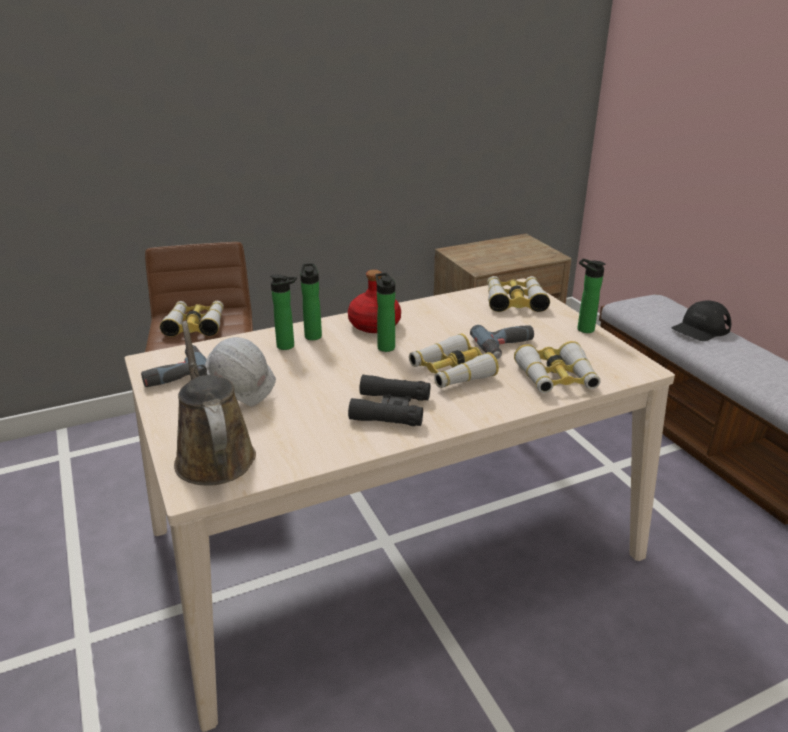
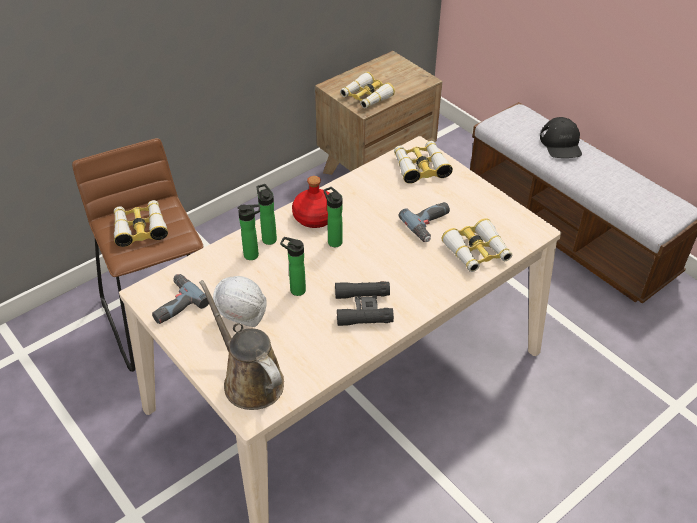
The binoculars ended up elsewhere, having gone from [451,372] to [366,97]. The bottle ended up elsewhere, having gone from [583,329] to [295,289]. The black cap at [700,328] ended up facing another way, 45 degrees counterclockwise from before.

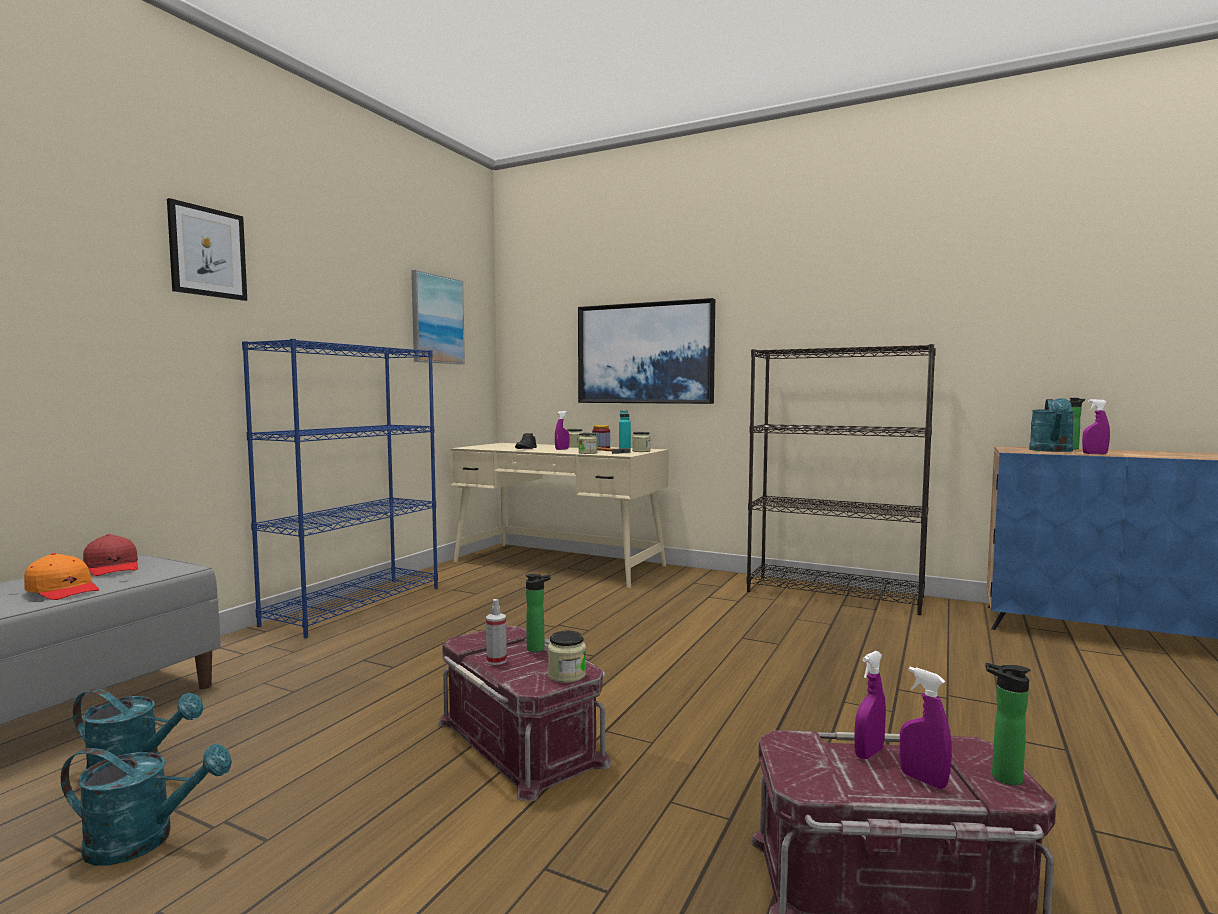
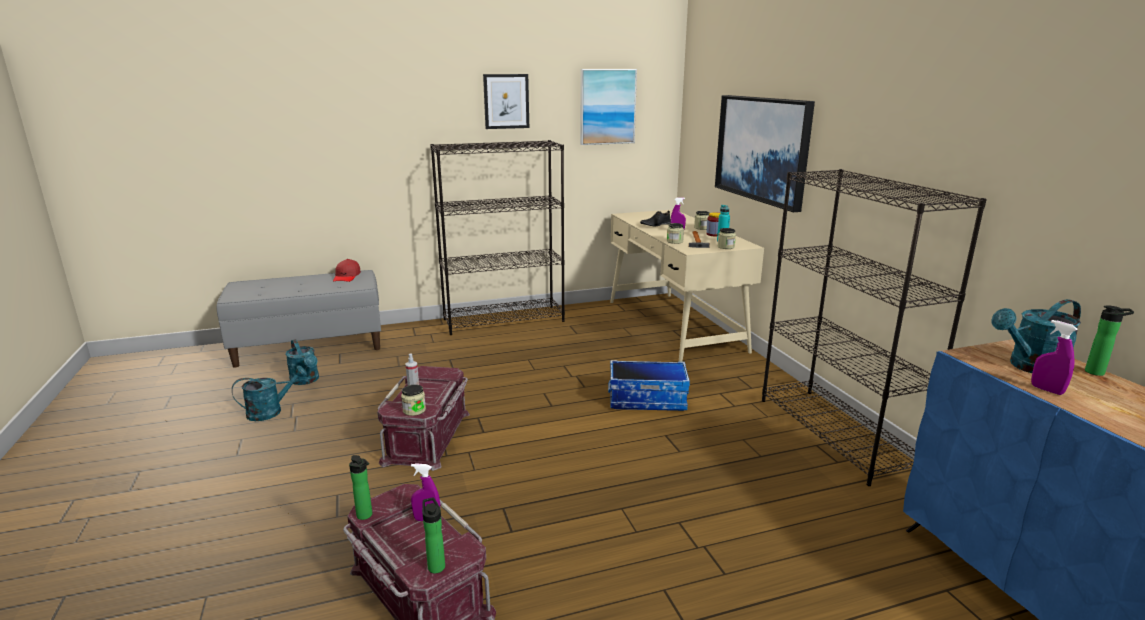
The second view lost the orange cap at [63,590]. The turquoise watering can at [144,841] ended up facing another way, 75 degrees counterclockwise from before. The picture ended up elsewhere, having gone from [207,252] to [506,101]. What was the blue bookcase at [355,605] turned into the black bookcase at [504,320]. The bottle ended up elsewhere, having gone from [538,649] to [366,516]. The second view lost the purple spray bottle at [923,780]. The second view gained the storage box at [647,399].

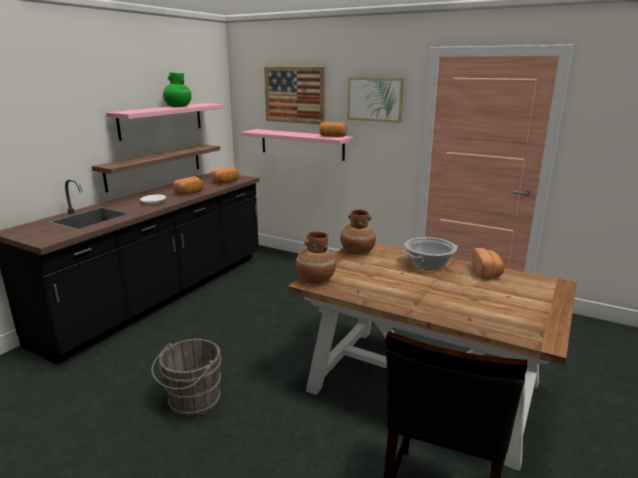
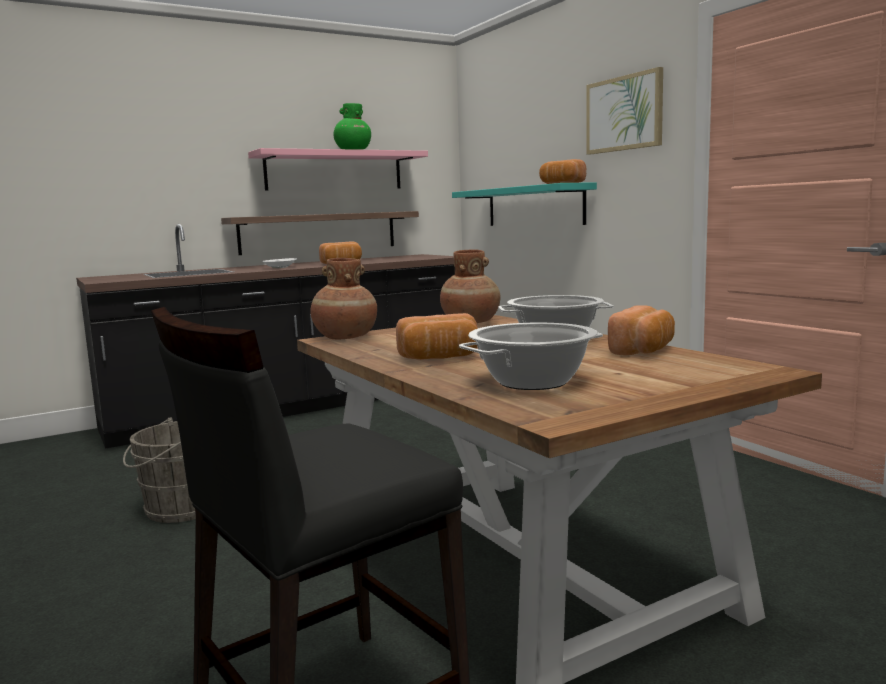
The bread ended up elsewhere, having gone from [226,182] to [440,358]. What was the pink shelf at [302,144] turned into the turquoise shelf at [534,206]. The second view lost the picture at [294,95]. The second view gained the cooking pot at [533,382].

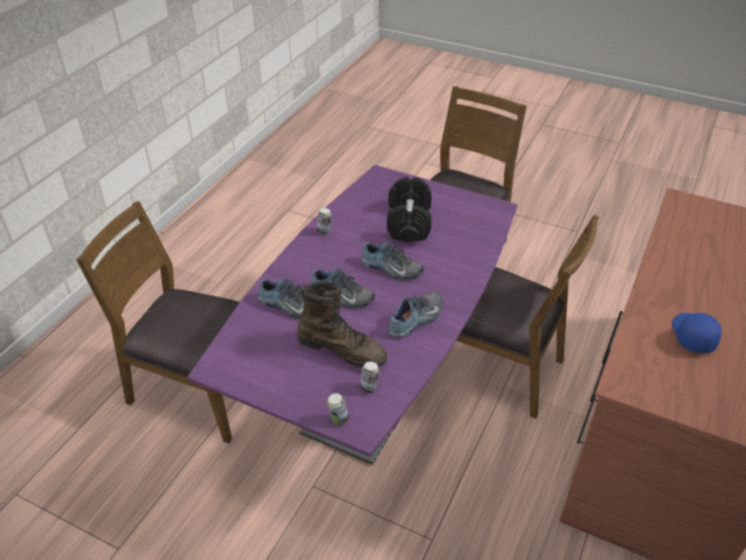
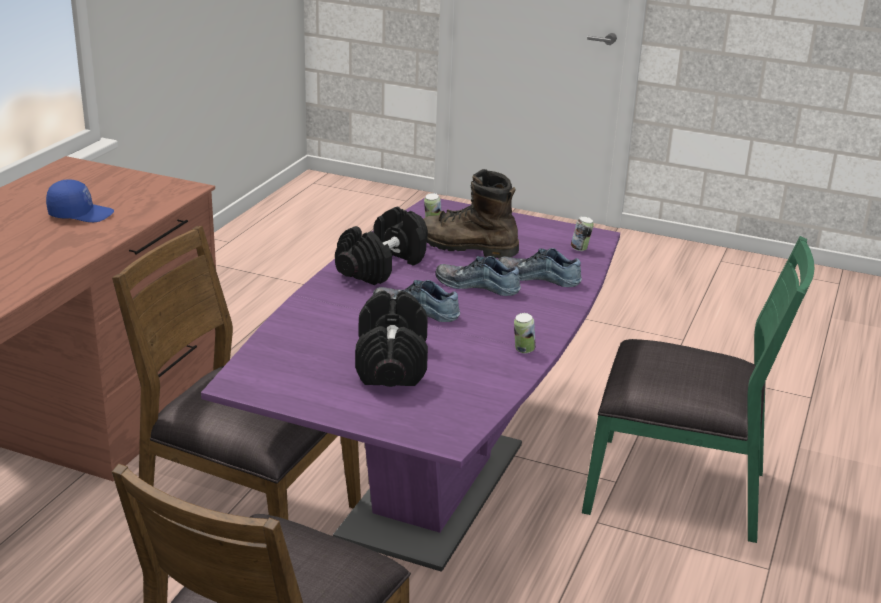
What was the brown chair at [199,387] turned into the green chair at [677,489]. The can ended up elsewhere, having gone from [338,419] to [580,249]. Where the shoe stood at [417,319], the black dumbbell came to stand at [382,267]. The blue cap at [692,335] ended up facing another way, 90 degrees counterclockwise from before.

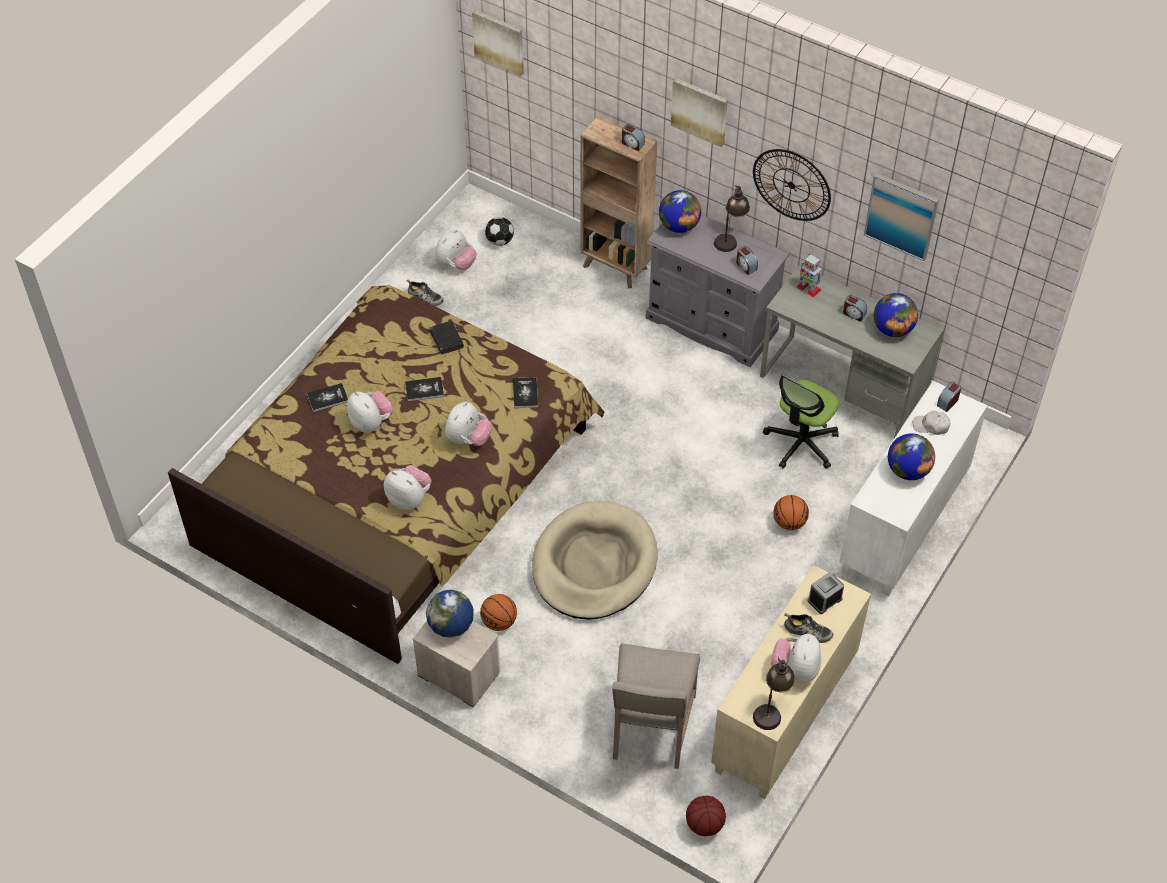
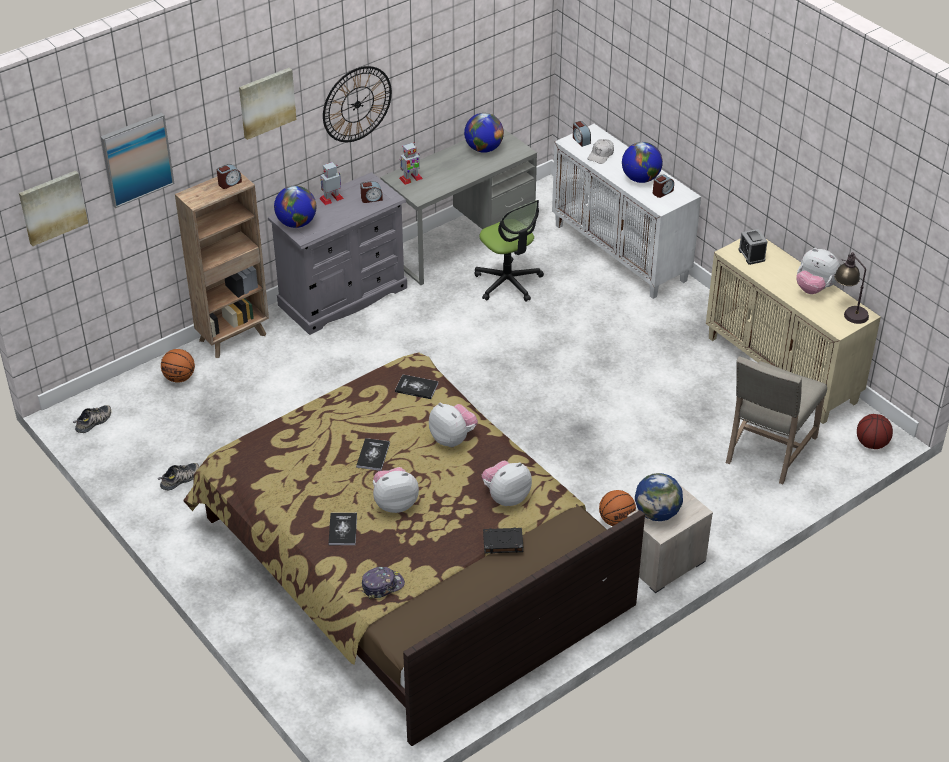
The black book ended up elsewhere, having gone from [446,339] to [502,542]. The second view lost the plush toy at [456,264]. The second view lost the football at [500,241]. The second view lost the beige dog bed at [594,564]. The beige chair at [651,729] ended up facing another way, 90 degrees clockwise from before. Where the table lamp stood at [730,238], the toy robot came to stand at [331,198]. The basketball ended up elsewhere, having gone from [789,522] to [179,378]. The shoe ended up elsewhere, having gone from [807,632] to [94,422]. The alarm clock ended up elsewhere, having gone from [854,314] to [662,192]. The picture ended up elsewhere, having gone from [901,215] to [137,159]. The second view gained the cap at [382,586].

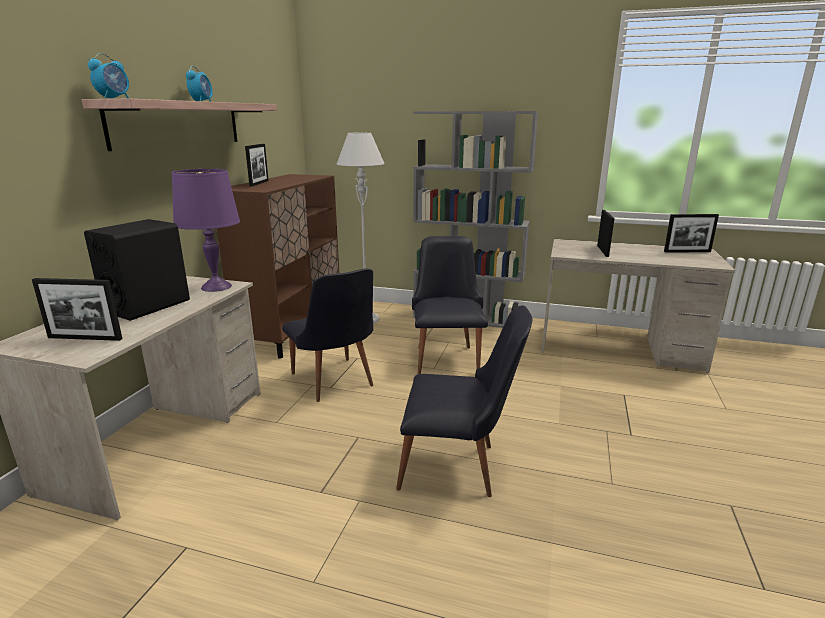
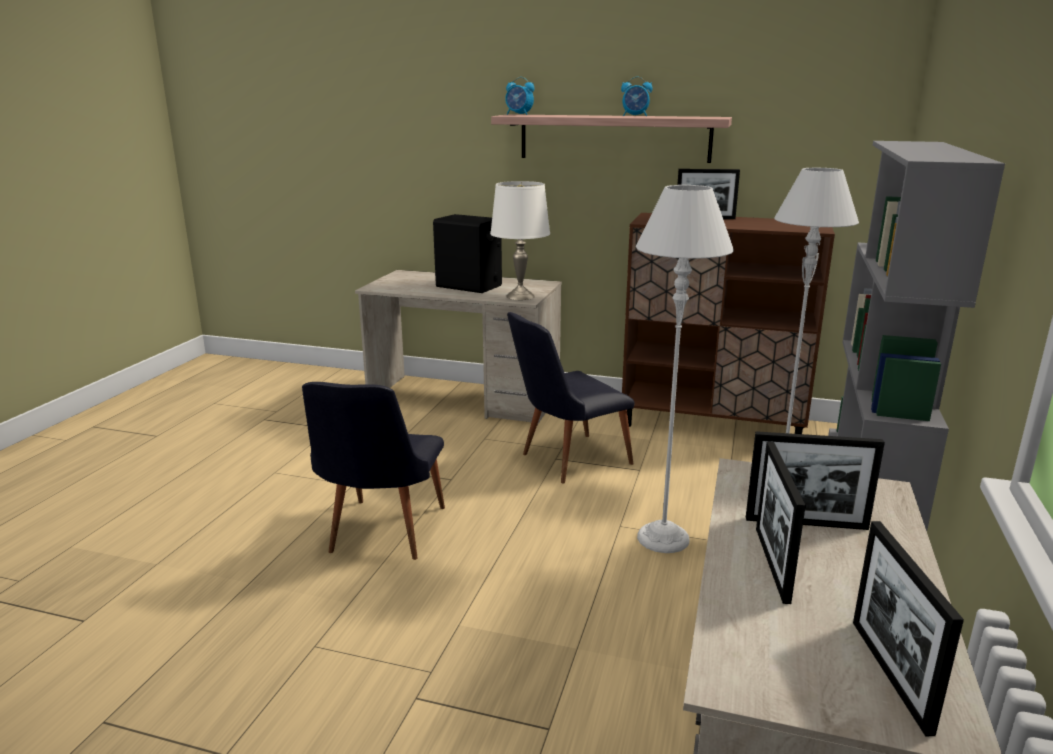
The picture frame ended up elsewhere, having gone from [85,338] to [772,563]. What was the purple table lamp at [216,287] turned into the white table lamp at [520,296]. Where the black chair stood at [446,356], the grey floor lamp came to stand at [663,538].

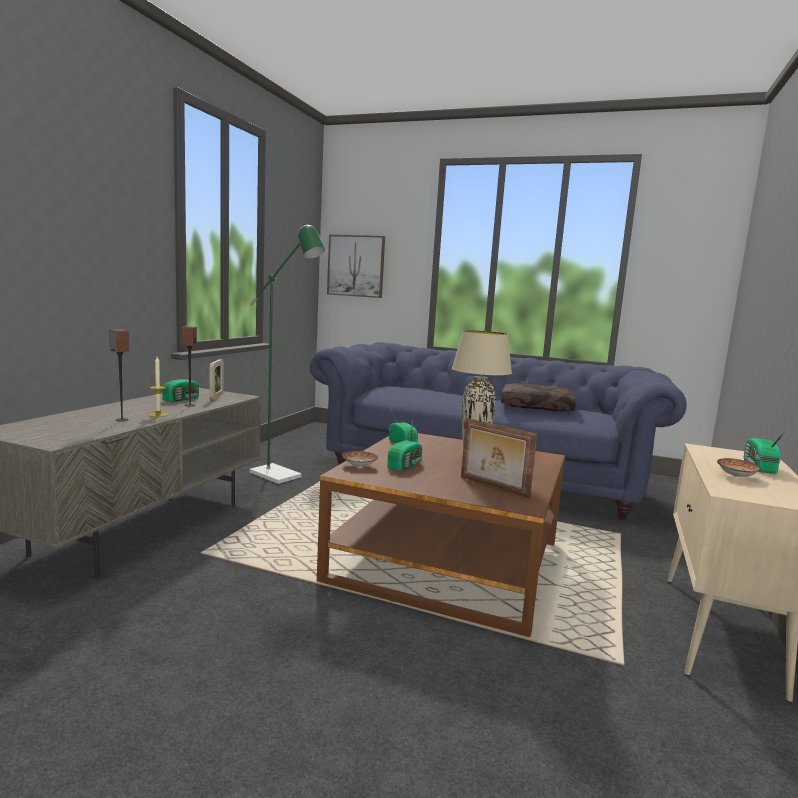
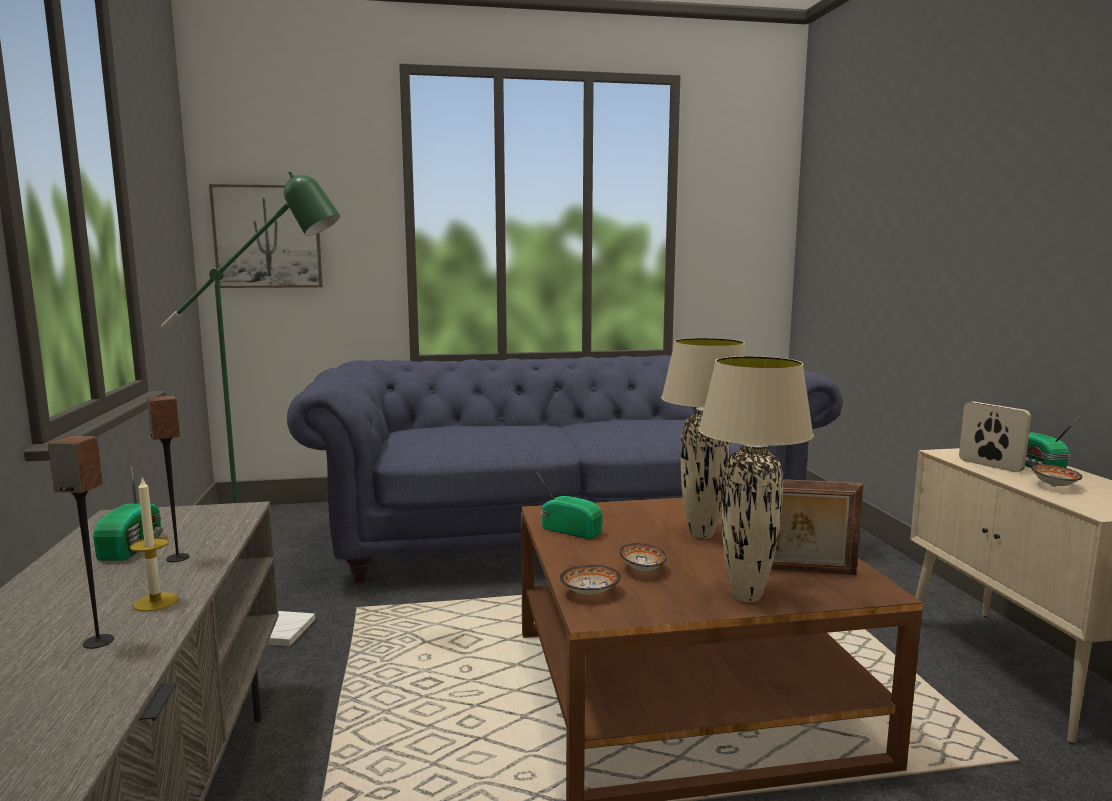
The picture frame ended up elsewhere, having gone from [216,396] to [990,465]. Where the radio stood at [406,465], the bowl came to stand at [642,569]. The second view lost the brown pillow at [537,406]. The second view gained the beige table lamp at [746,597].

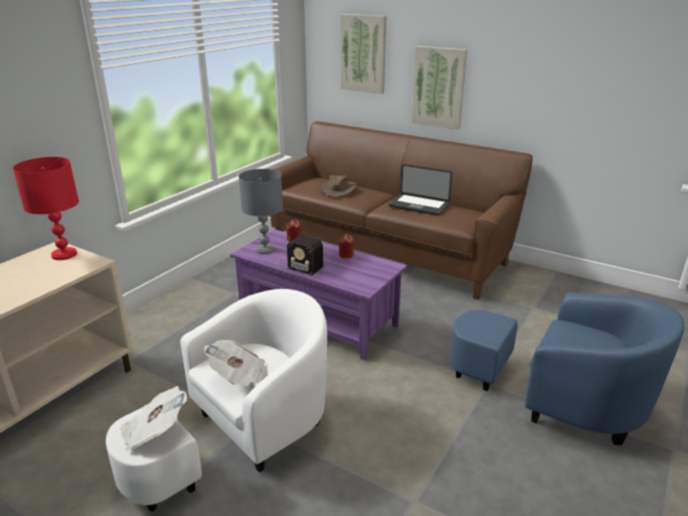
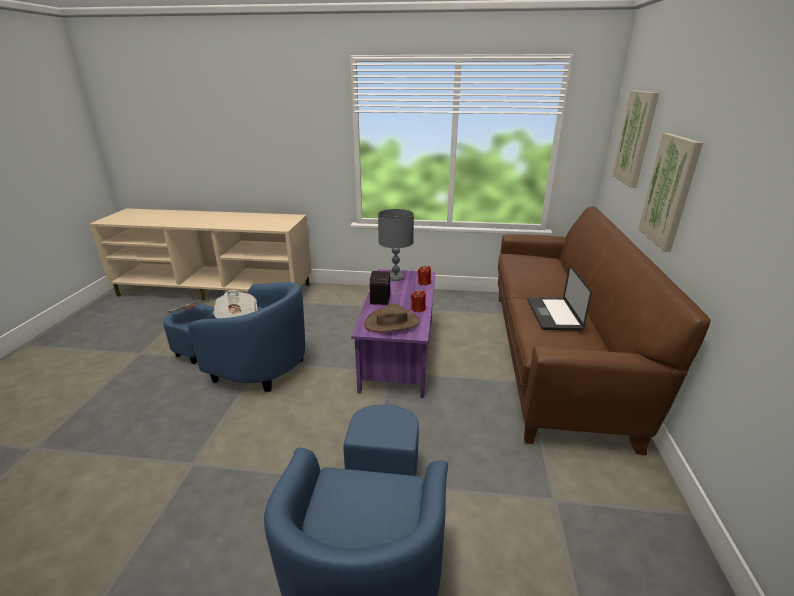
The second view lost the red table lamp at [63,255]. What was the white armchair at [242,435] turned into the blue armchair at [246,364]. The brown hat ended up elsewhere, having gone from [337,189] to [392,323].

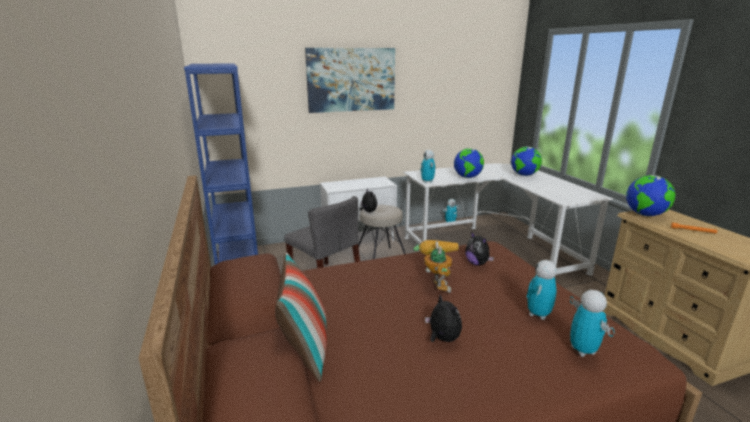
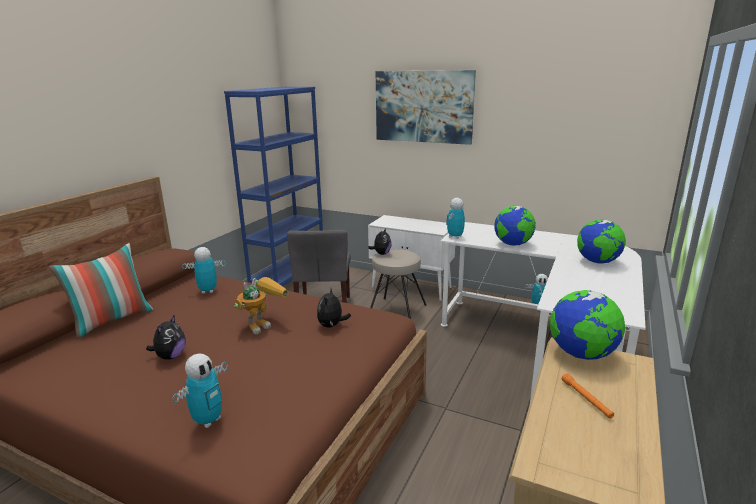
The toy robot ended up elsewhere, having gone from [538,314] to [208,291].

